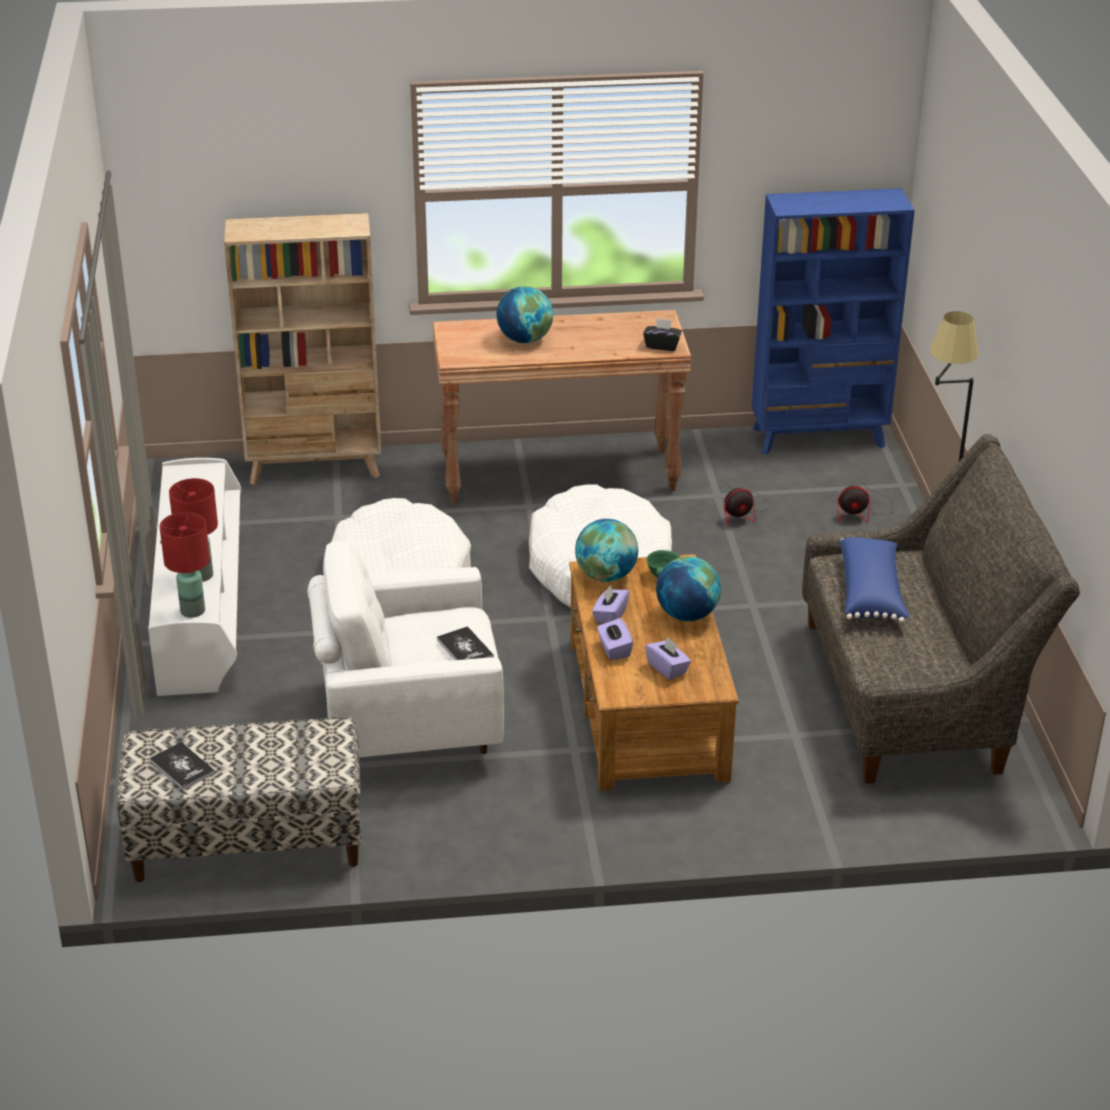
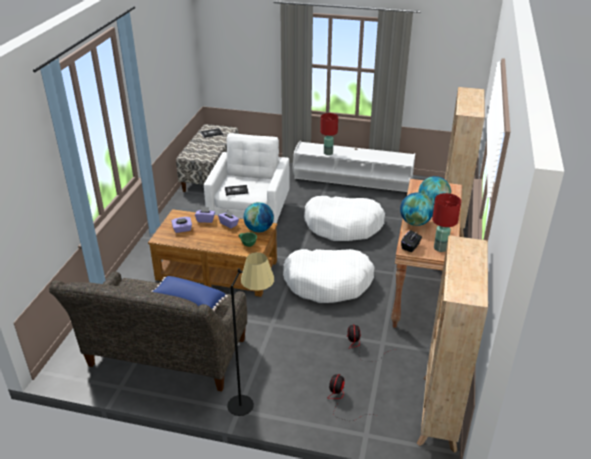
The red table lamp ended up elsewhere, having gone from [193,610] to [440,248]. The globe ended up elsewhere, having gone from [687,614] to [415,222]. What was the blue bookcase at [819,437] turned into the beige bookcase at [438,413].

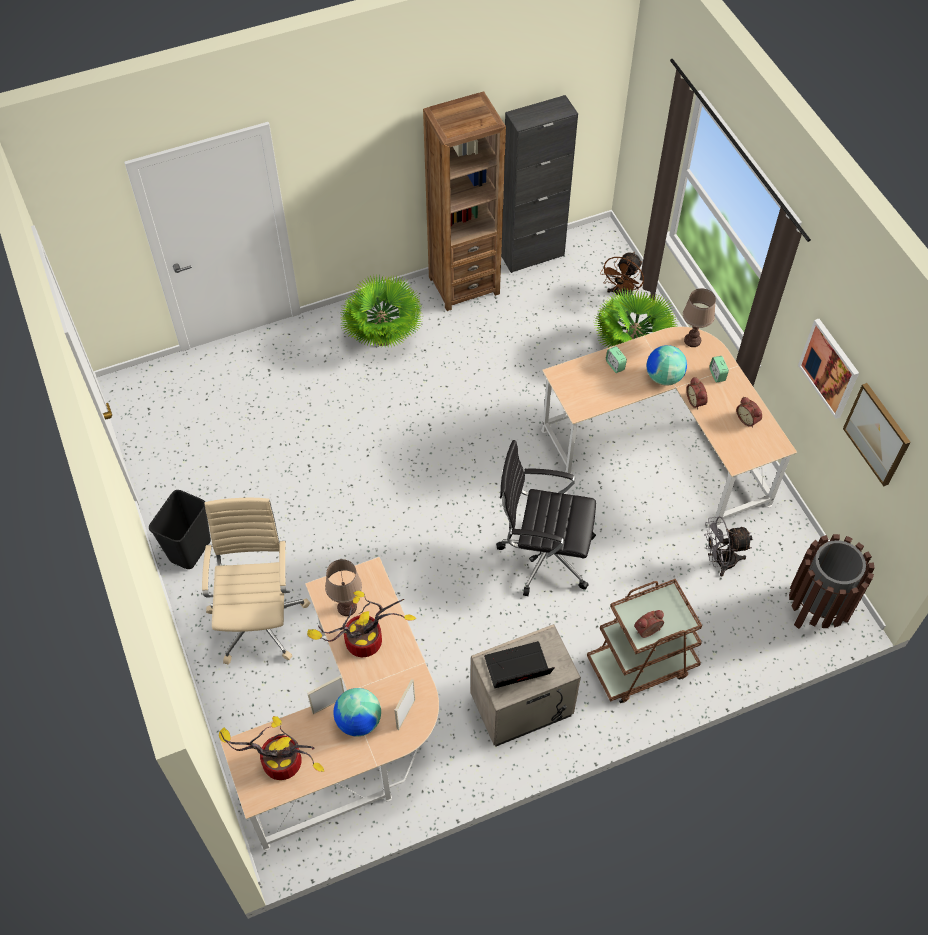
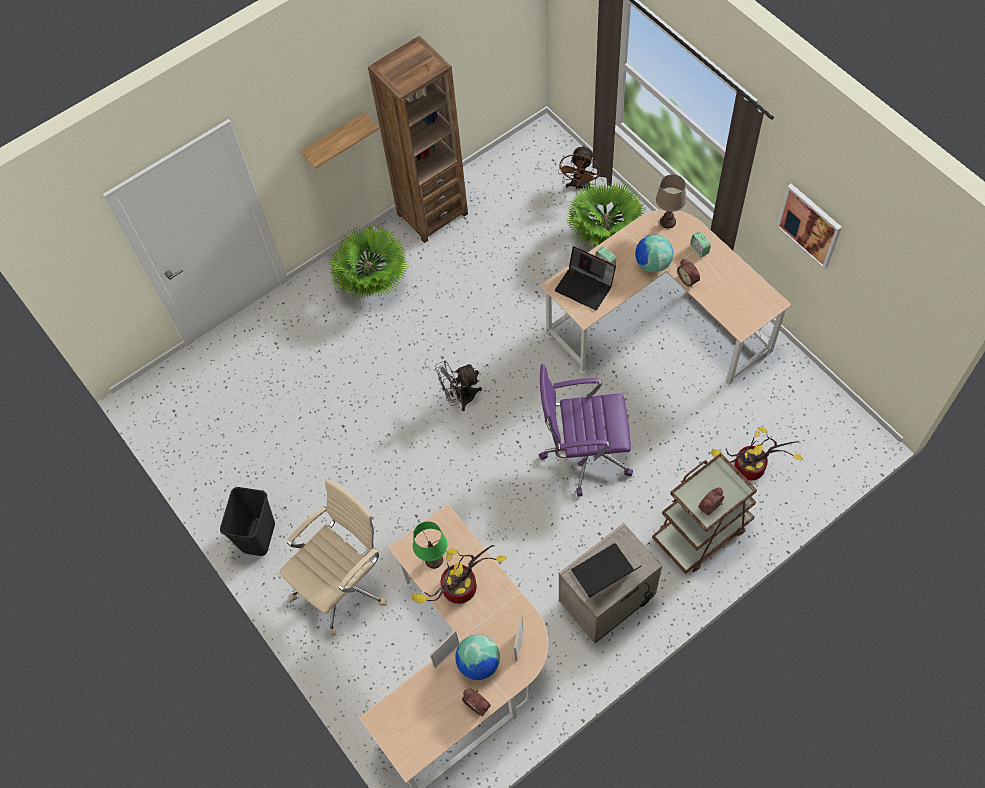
The beige office chair at [259,618] ended up facing another way, 60 degrees clockwise from before. The potted plant ended up elsewhere, having gone from [279,764] to [748,469]. What was the brown table lamp at [346,607] turned into the green table lamp at [433,559]. What was the black office chair at [544,554] turned into the purple office chair at [584,453]. The second view lost the black cabinet at [532,255]. The grey fan ended up elsewhere, having gone from [720,561] to [460,397]. The alarm clock ended up elsewhere, having gone from [748,419] to [478,704]. The second view lost the brown trash can at [817,607]. The second view lost the picture at [877,434]. The second view gained the shelf at [334,141]. The second view gained the laptop at [585,287].

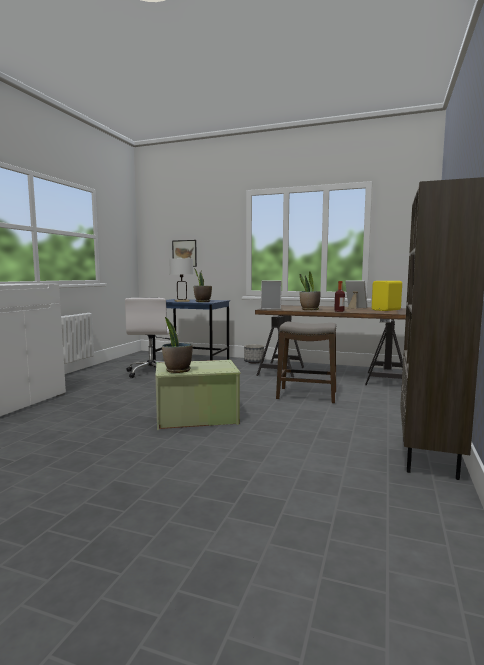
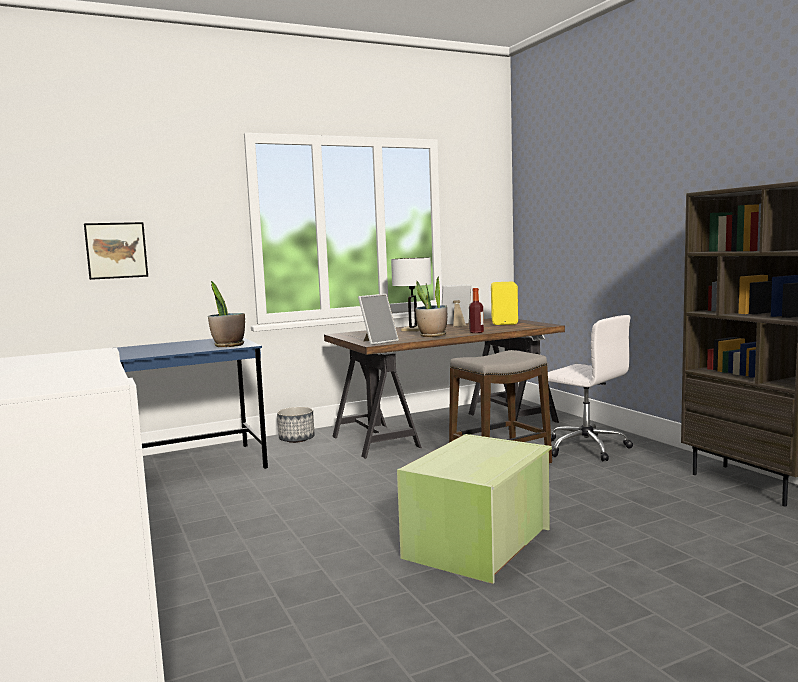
The white office chair ended up elsewhere, having gone from [151,372] to [585,447]. The second view lost the potted plant at [177,371]. The white table lamp ended up elsewhere, having gone from [182,301] to [413,329].

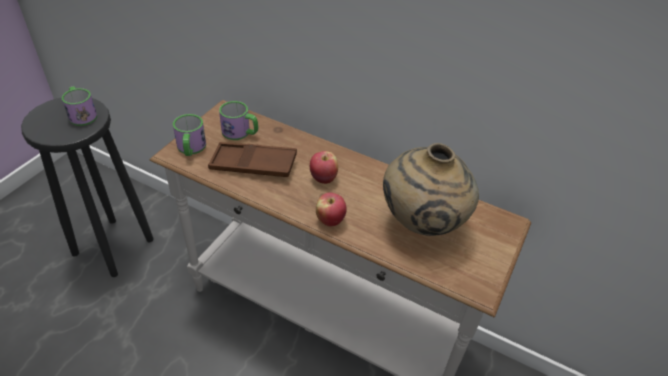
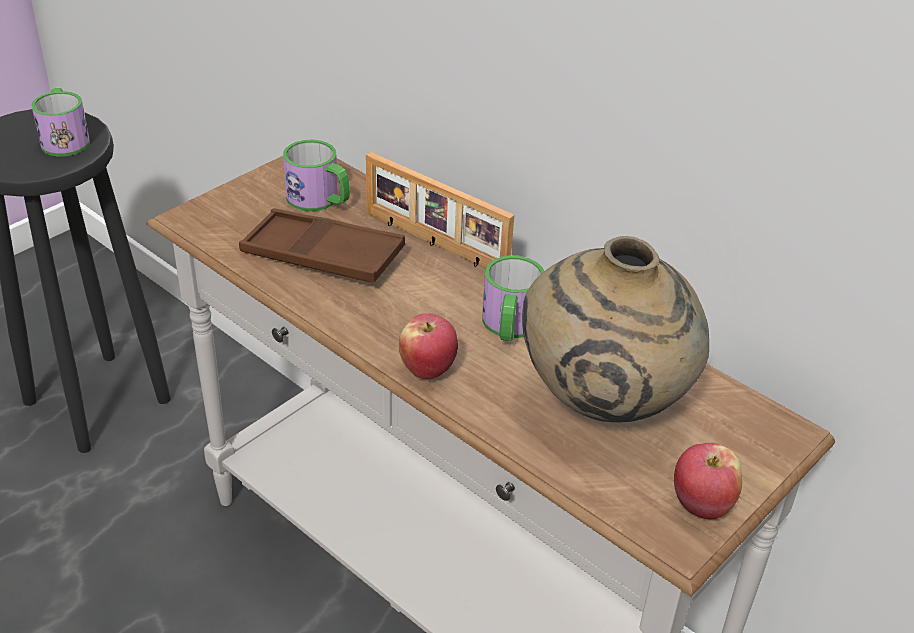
The mug ended up elsewhere, having gone from [191,148] to [509,326]. The apple ended up elsewhere, having gone from [323,178] to [701,505]. The second view gained the picture frame at [434,244].

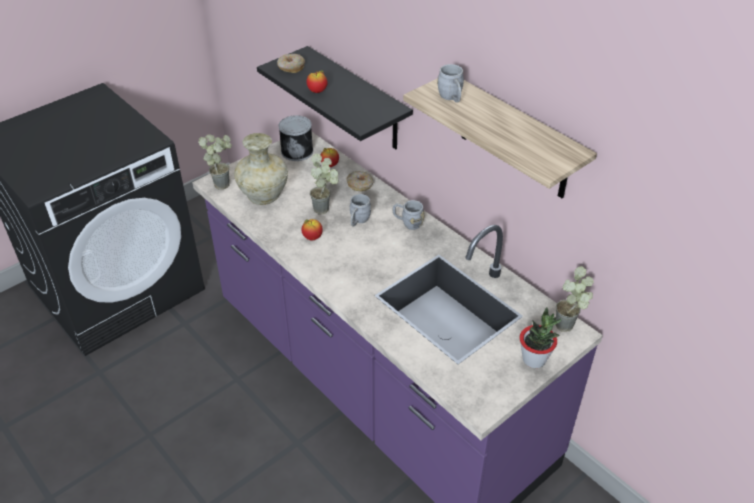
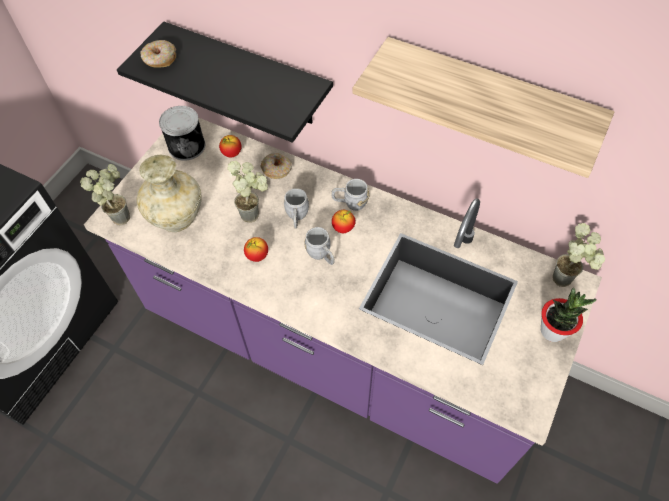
The apple ended up elsewhere, having gone from [317,91] to [343,228]. The grey mug ended up elsewhere, having gone from [451,98] to [321,255].

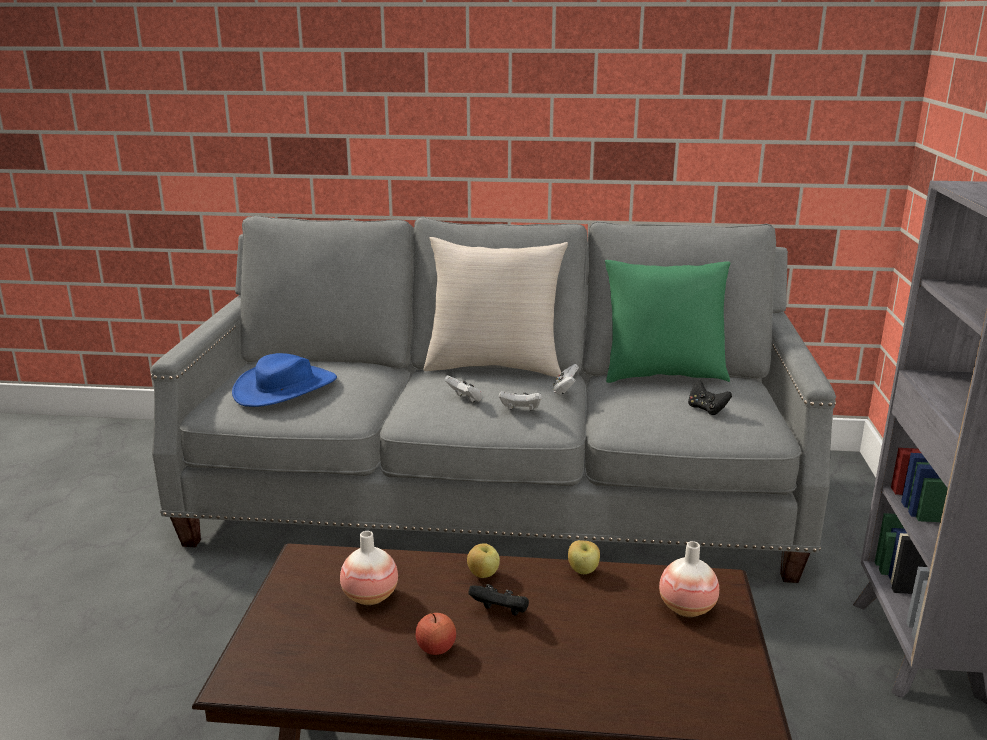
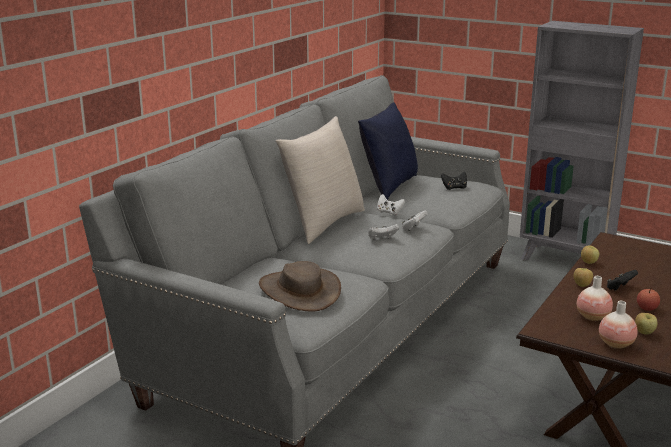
What was the blue hat at [286,388] turned into the brown hat at [299,291]. What was the green pillow at [663,375] turned into the blue pillow at [388,187]. The vase ended up elsewhere, having gone from [687,608] to [616,344]. The second view gained the apple at [644,333].

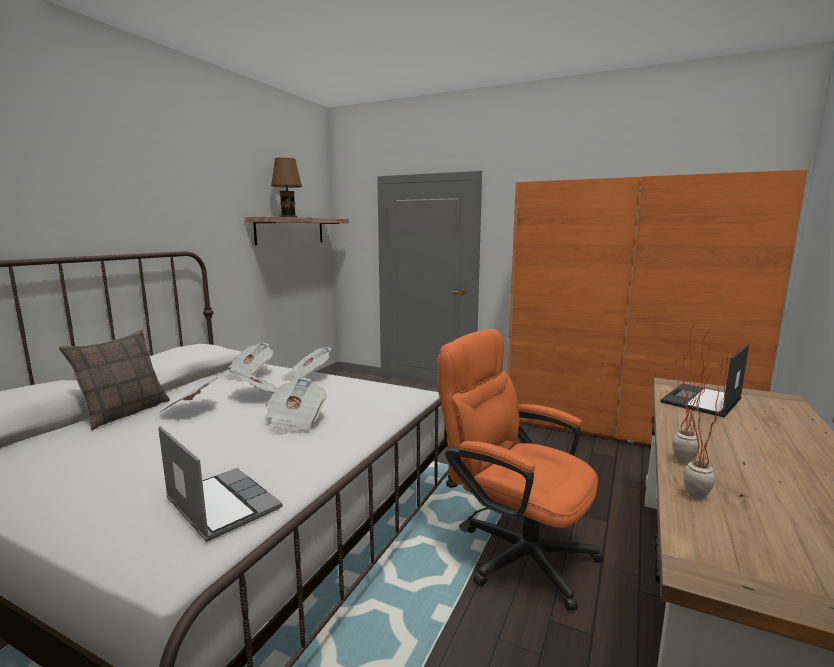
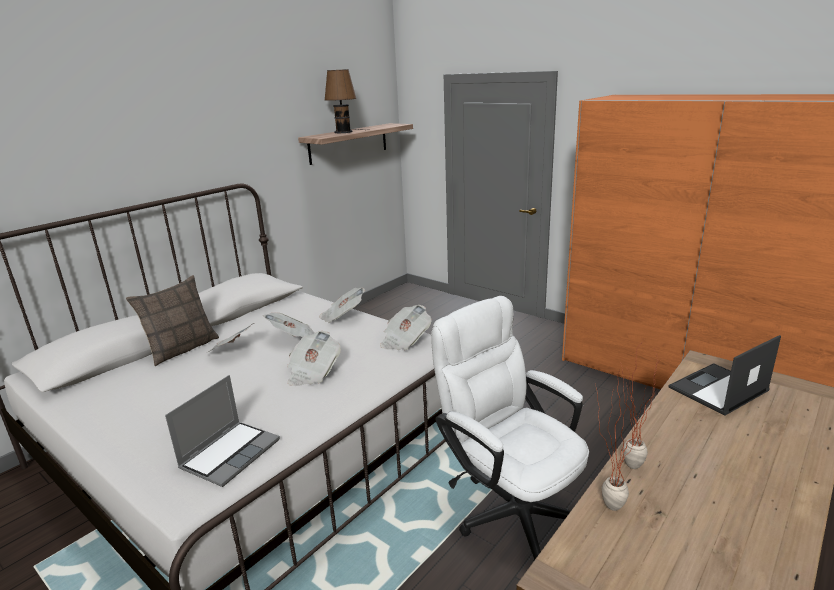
The laptop at [220,505] ended up facing another way, 60 degrees clockwise from before. The newspaper ended up elsewhere, having gone from [248,374] to [405,341]. What was the orange office chair at [515,551] turned into the white office chair at [510,507].

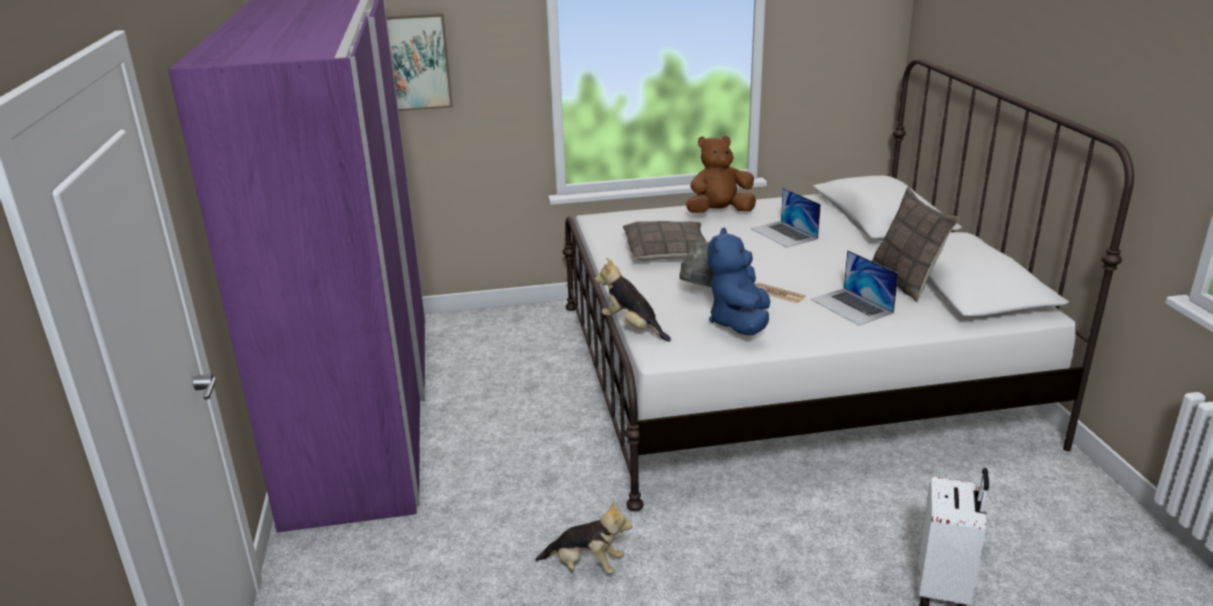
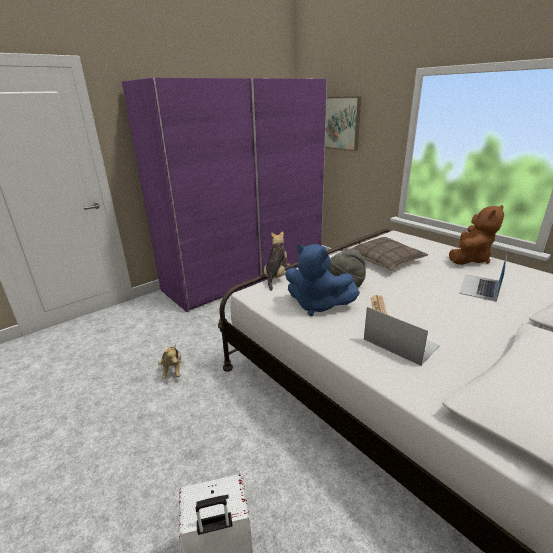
The brown plush toy at [719,212] ended up facing another way, 90 degrees clockwise from before. The blue plush toy at [739,324] ended up facing another way, 135 degrees counterclockwise from before. The laptop at [851,306] ended up facing another way, 105 degrees clockwise from before. The second view lost the pillow at [906,282].

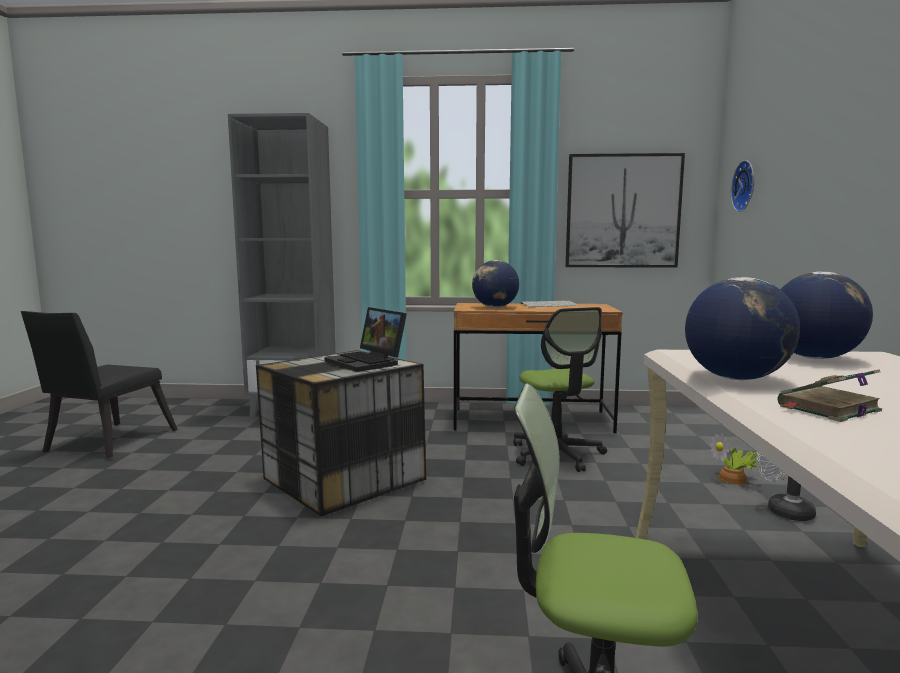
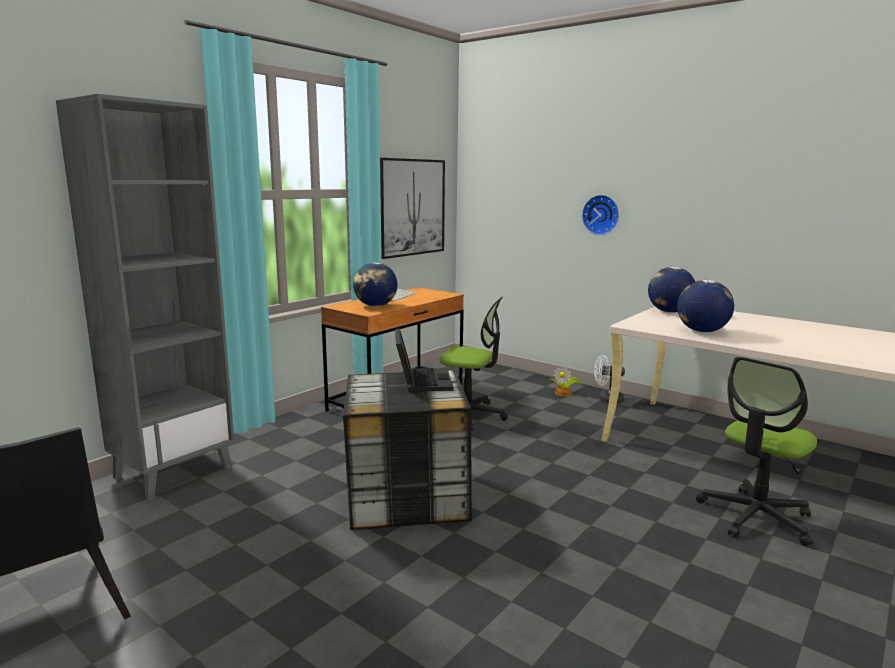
The laptop at [368,362] ended up facing another way, 90 degrees counterclockwise from before. The wall clock ended up elsewhere, having gone from [746,186] to [601,214]. The second view lost the book at [827,408].

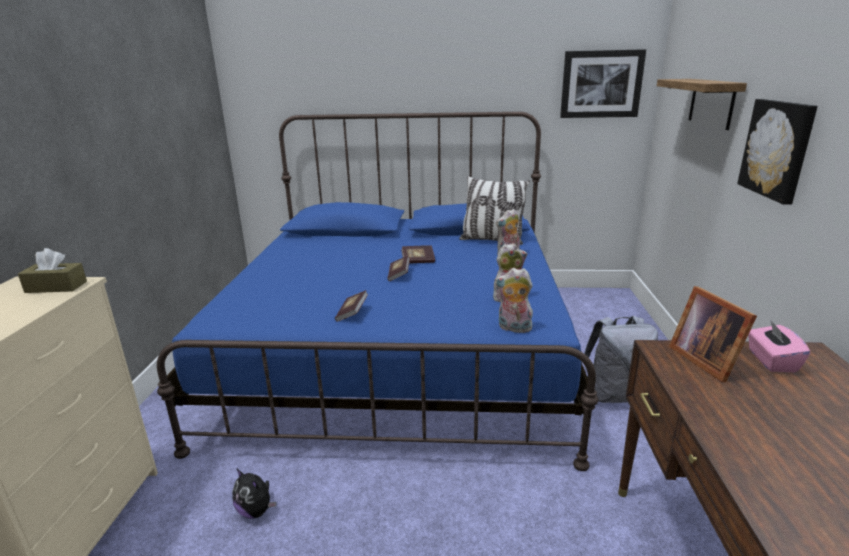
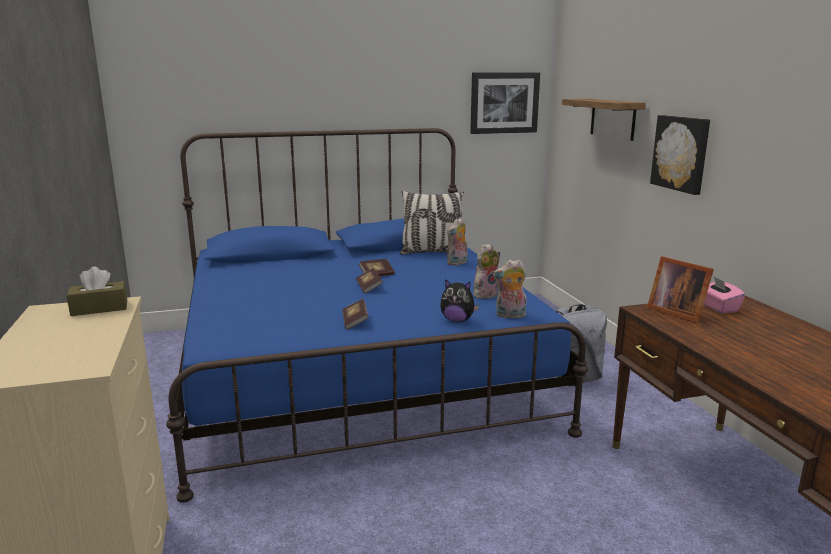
The plush toy ended up elsewhere, having gone from [256,511] to [457,320].

